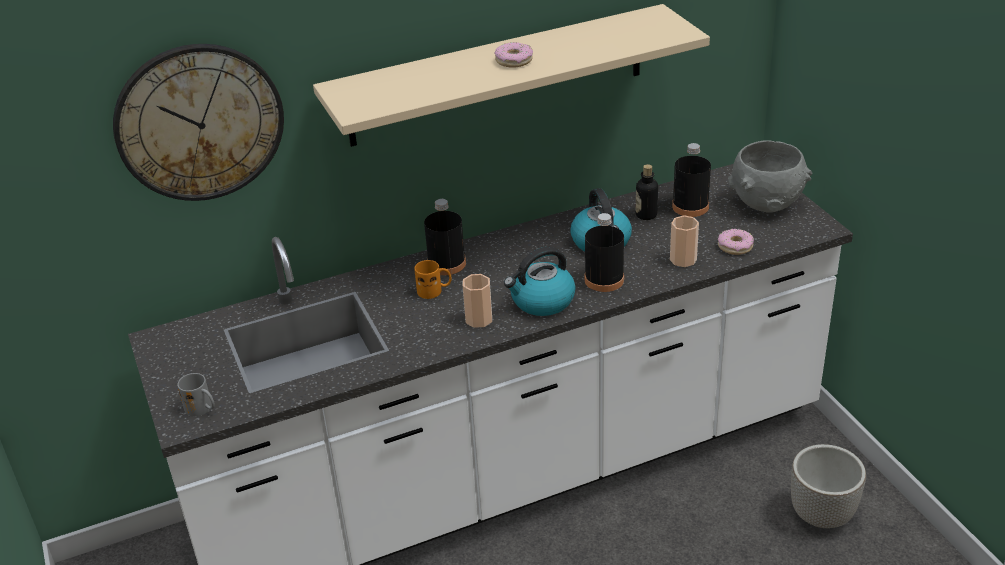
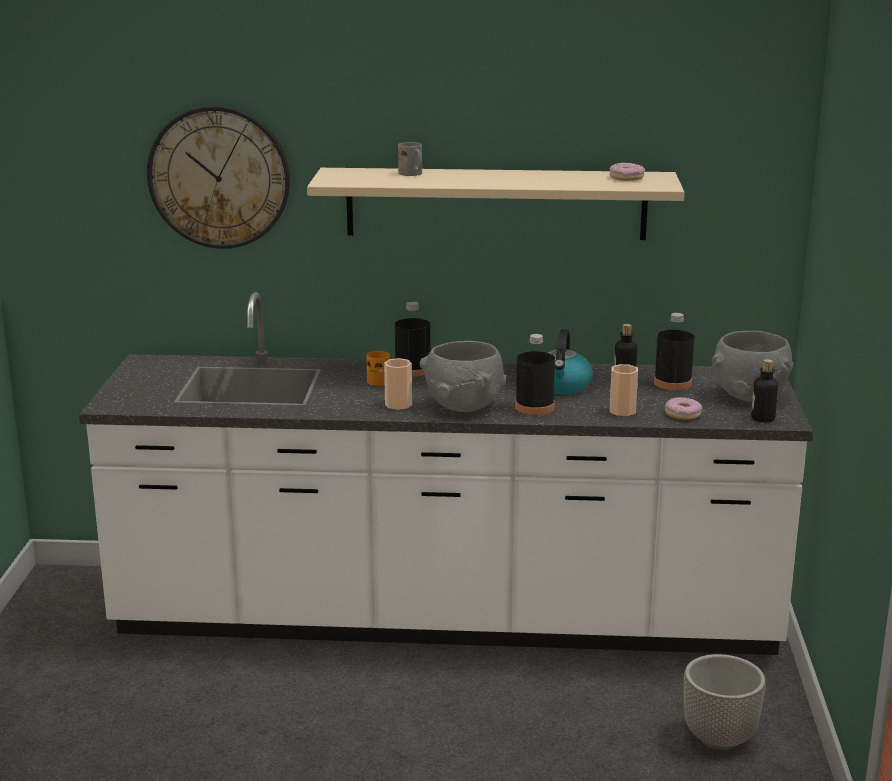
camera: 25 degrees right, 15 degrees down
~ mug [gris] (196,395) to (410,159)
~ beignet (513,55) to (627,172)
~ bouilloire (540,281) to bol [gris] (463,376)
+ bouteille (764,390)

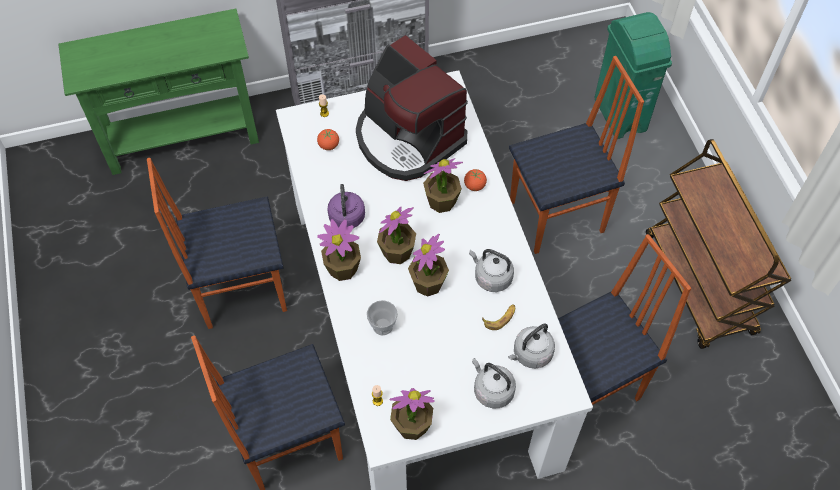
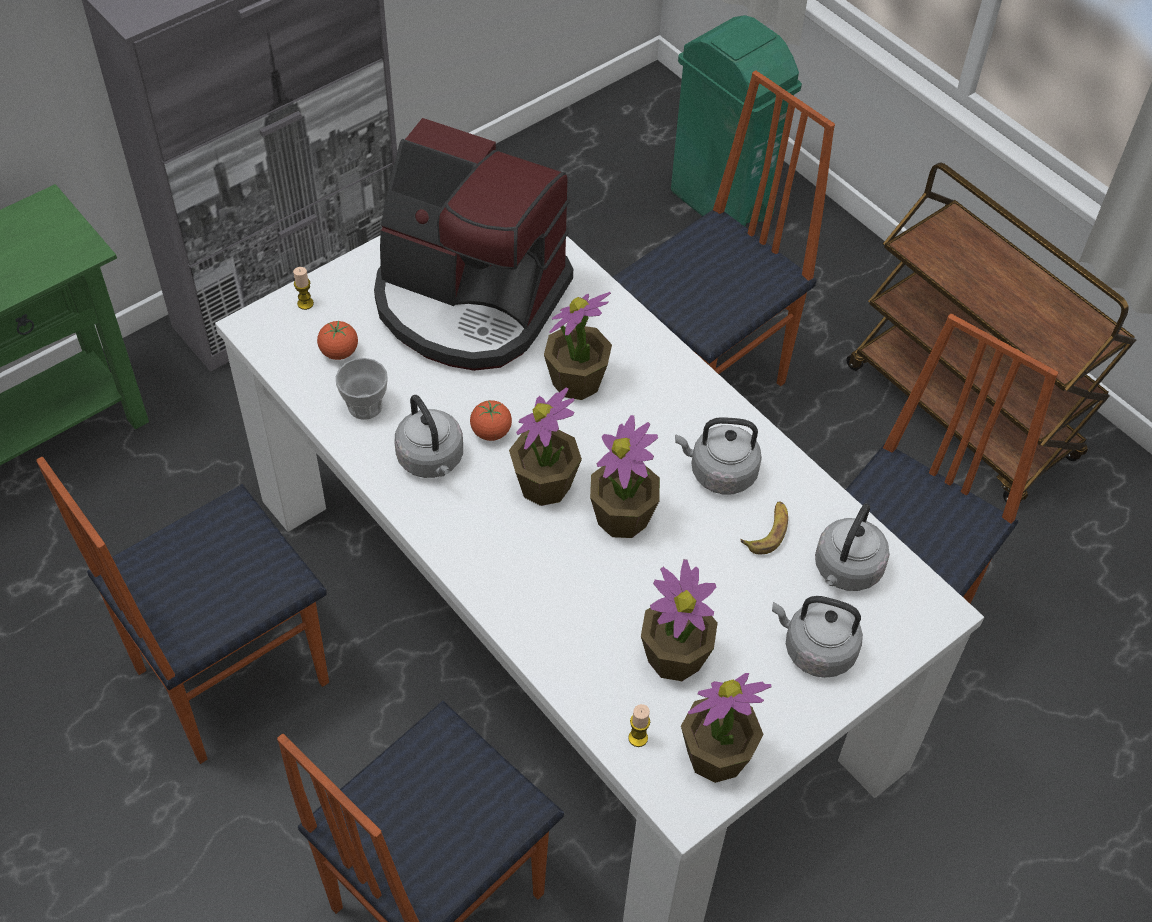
camera: 25 degrees left, 5 degrees down
~ plante en pot (339,250) to (679,620)
~ bouilloire [violet] (346,206) to bouilloire [gris] (428,436)
~ tasse (382,318) to (362,389)
~ tomate (475,180) to (491,420)

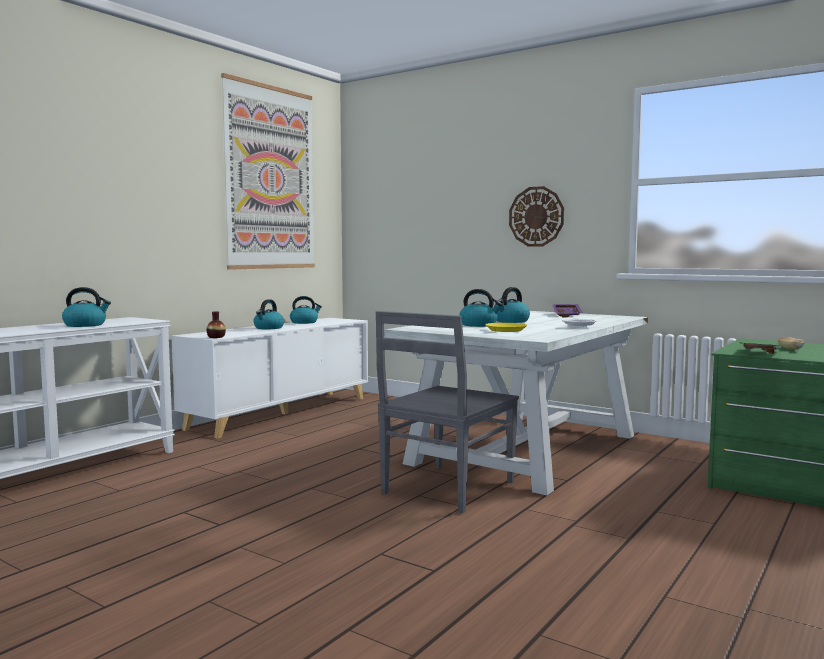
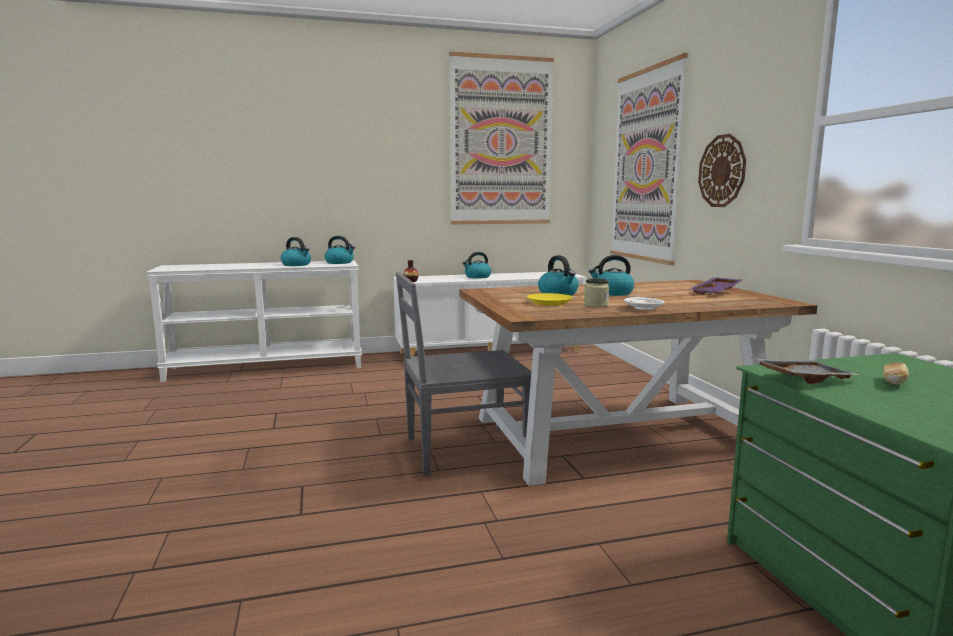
camera: 40 degrees right, 5 degrees up
~ bouilloire (306,310) to (340,250)
~ table à manger [blanc] (516,403) to table à manger [marron] (638,383)
+ bocal (596,292)
+ tableau (649,159)

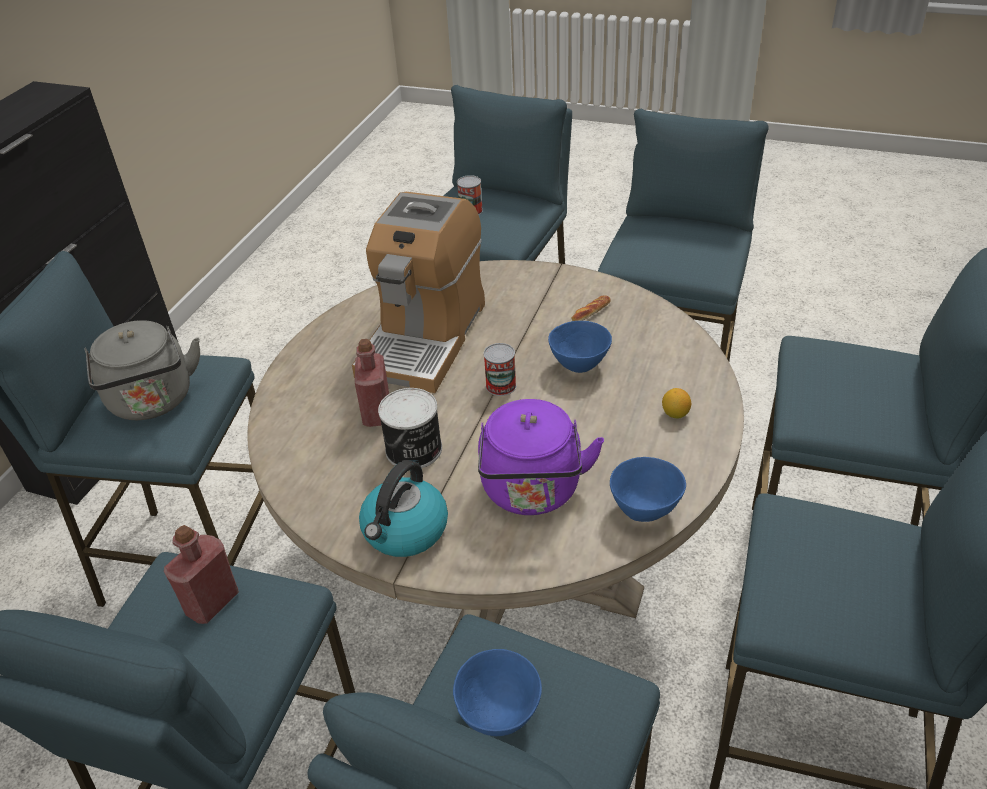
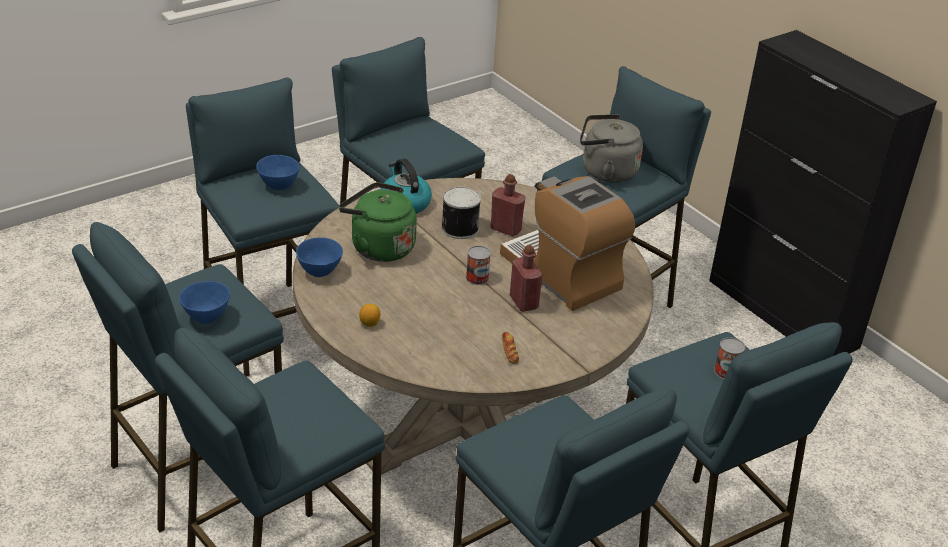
camera: 120 degrees right, 5 degrees down
~ bouteille [rouge] (201,574) to (526,278)
~ bouilloire [violet] (541,457) to bouilloire [vert] (378,222)
~ bol [bleu] (580,347) to (204,302)

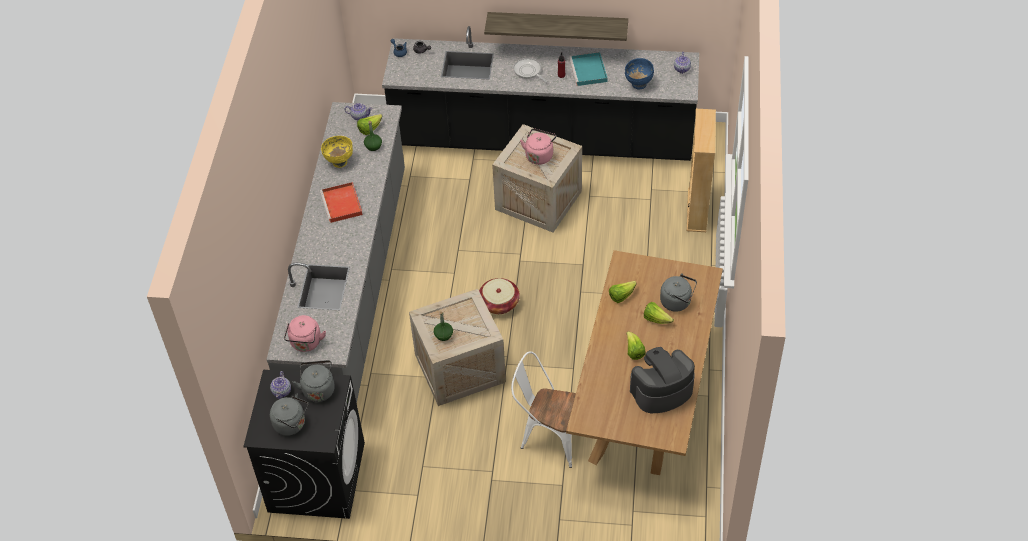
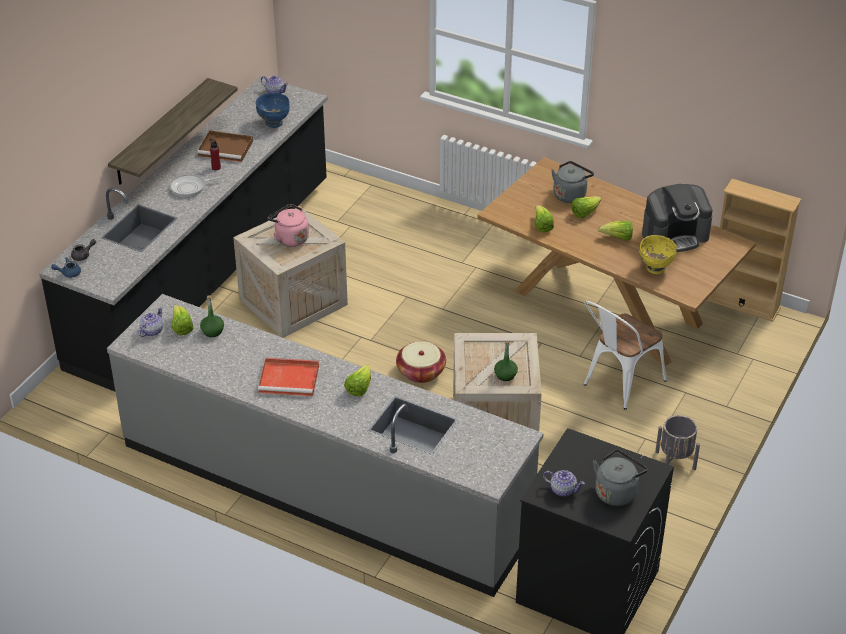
camera: 70 degrees left, 10 degrees down
- bouilloire [rose] (305,333)
- bouilloire [gris] (313,381)
~ bol [jaune] (337,152) to (658,254)
~ plateau [turquoise] (588,69) to plateau [marron] (225,146)
~ machine à café (662,380) = (677,218) 105 degrees counterclockwise
~ bibliothèque [beige] (701,170) to (754,250)
+ laitue (357,380)
+ cache-pot [gris] (677,442)

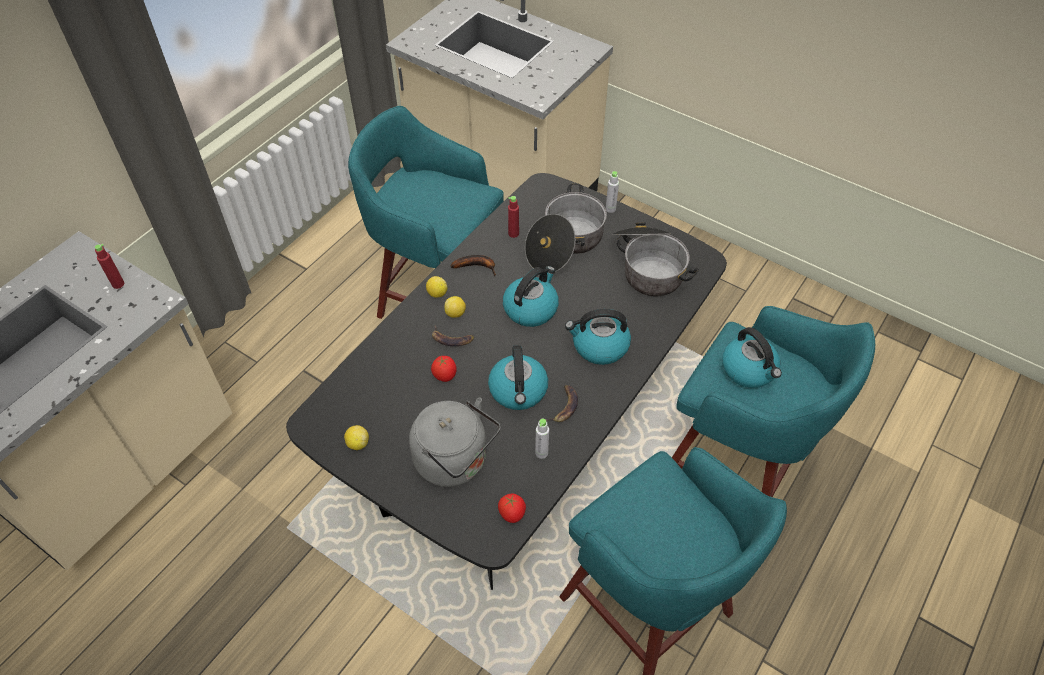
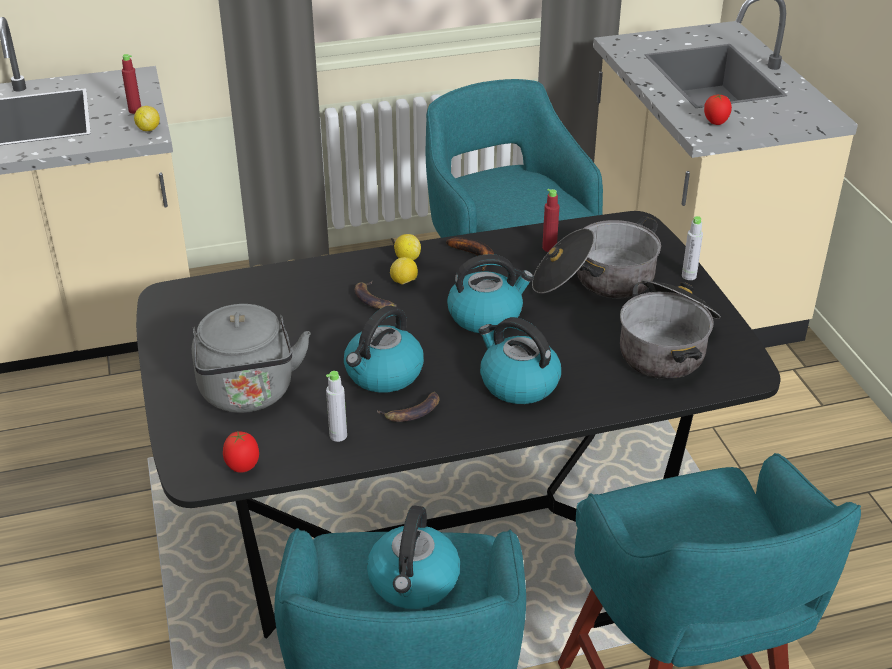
camera: 40 degrees right, 15 degrees down
~ citron (356,437) to (147,118)
~ tomate (444,369) to (718,109)
~ bouilloire (752,357) to (413,557)

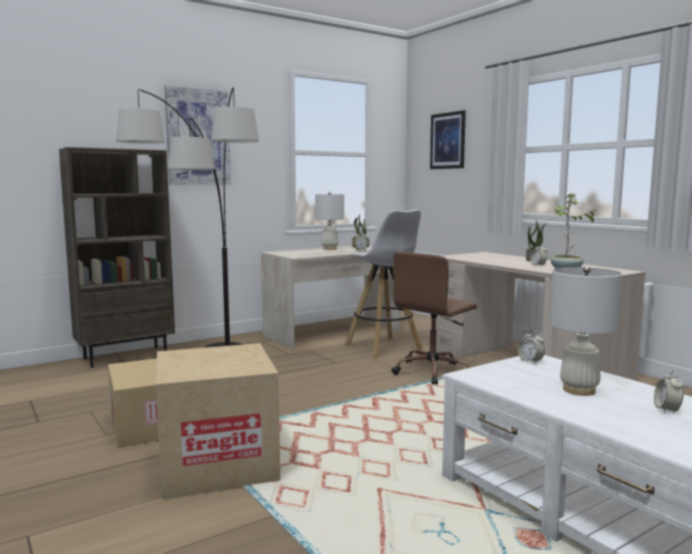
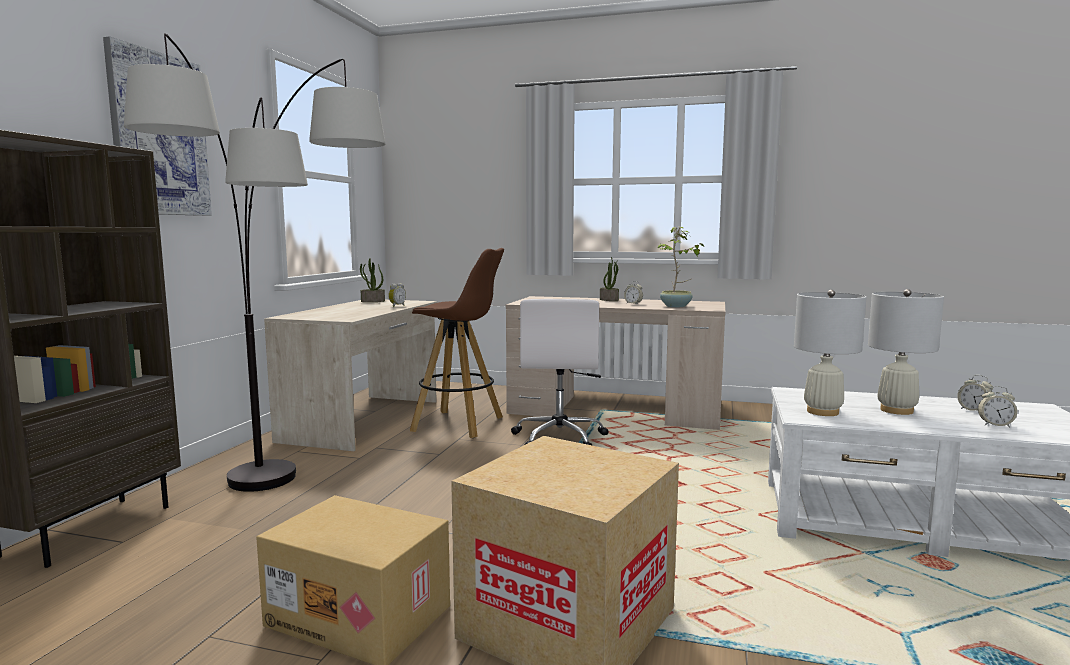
camera: 40 degrees left, 0 degrees up
~ lampe de table [blanc] (329,221) to (830,353)
~ tabouret [blanc] (384,283) to tabouret [marron] (457,343)
~ chaise de bureau [marron] (434,318) to chaise de bureau [blanc] (559,372)
- tableau (448,139)
~ réveil (531,346) to (997,406)

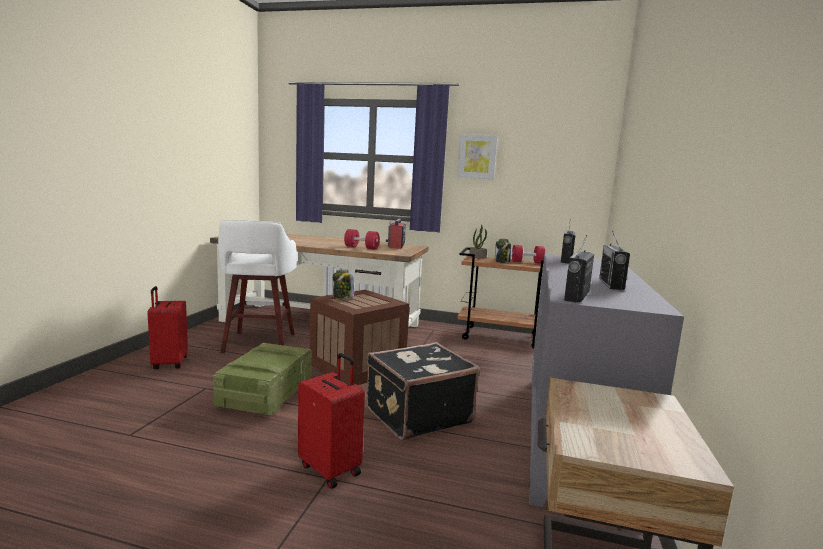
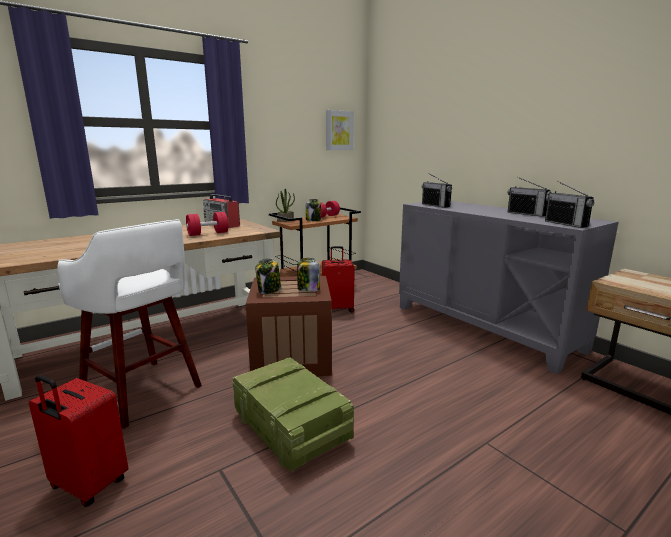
camera: 50 degrees left, 5 degrees up
~ valise [rouge] (331,421) to (338,279)
- valise [noir] (423,391)
~ tableau (477,156) to (340,130)
+ bocal (308,275)

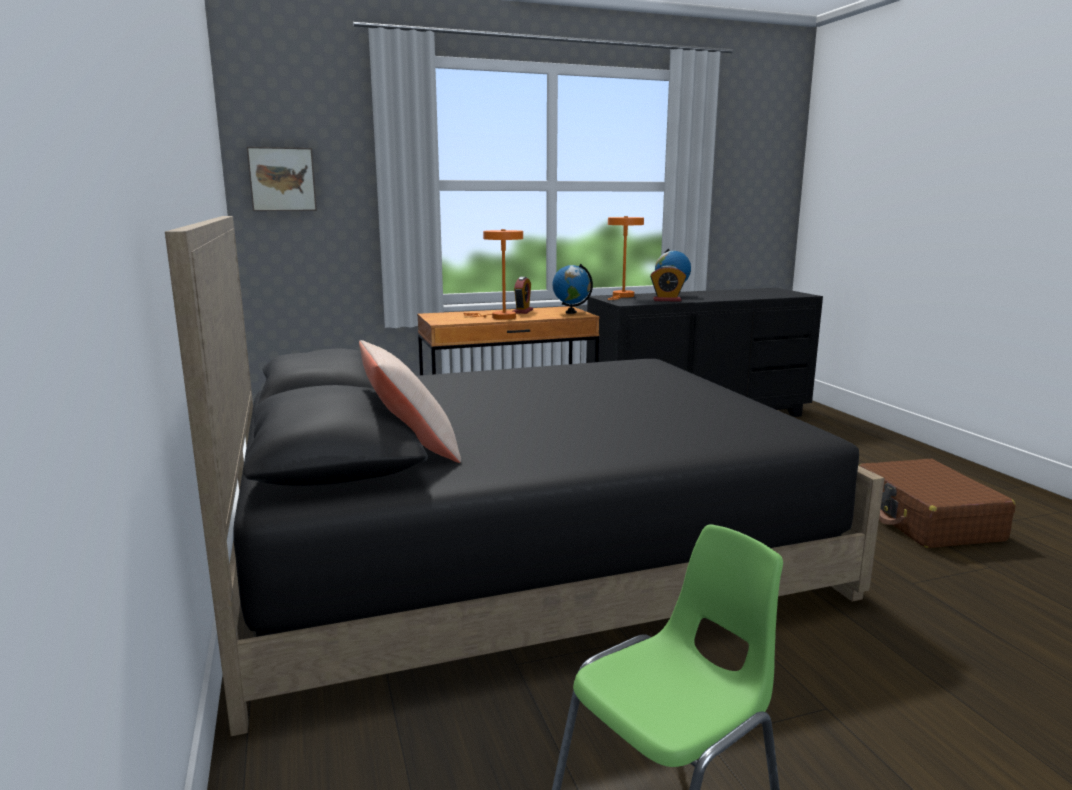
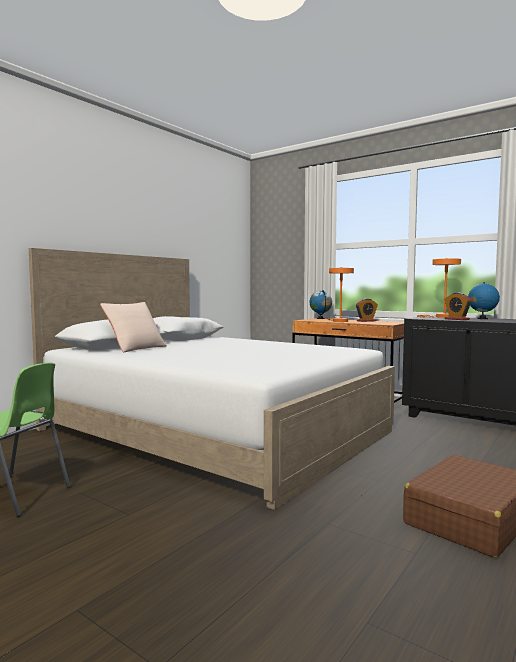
camera: 55 degrees right, 10 degrees down
~ lit [noir] (525,476) to lit [blanc] (212,379)
- tableau (282,179)
~ globe (572,289) to (321,304)

